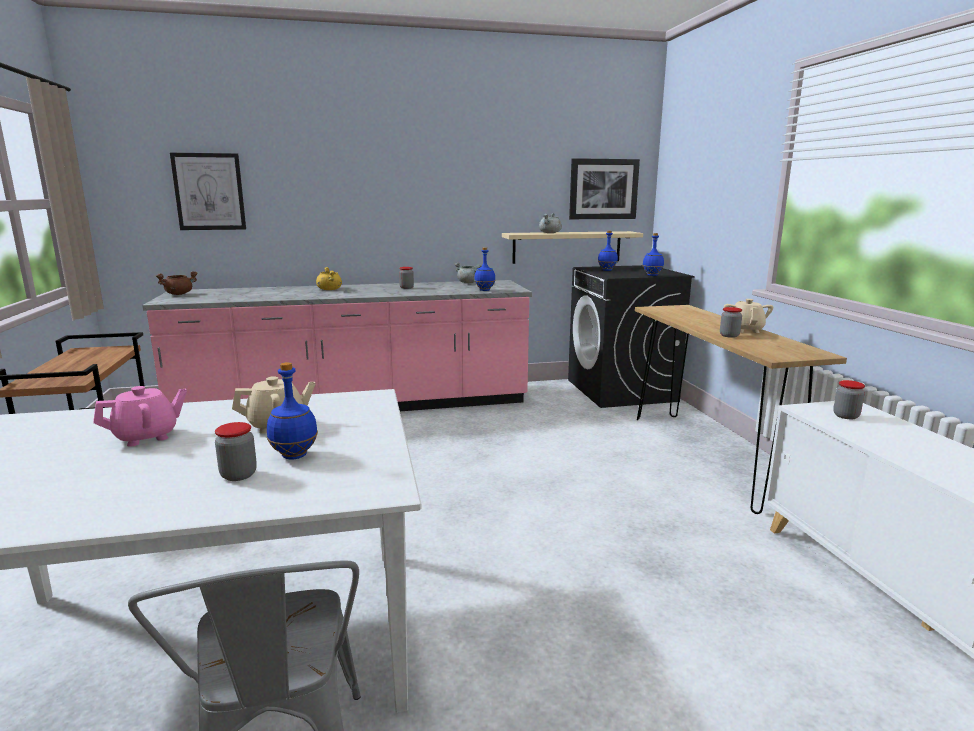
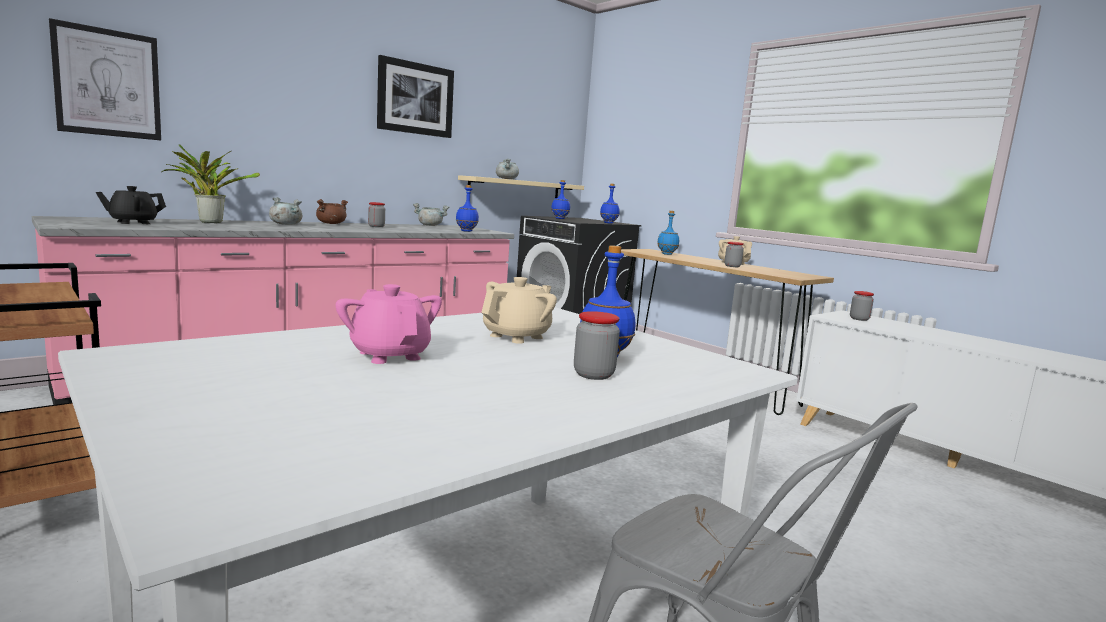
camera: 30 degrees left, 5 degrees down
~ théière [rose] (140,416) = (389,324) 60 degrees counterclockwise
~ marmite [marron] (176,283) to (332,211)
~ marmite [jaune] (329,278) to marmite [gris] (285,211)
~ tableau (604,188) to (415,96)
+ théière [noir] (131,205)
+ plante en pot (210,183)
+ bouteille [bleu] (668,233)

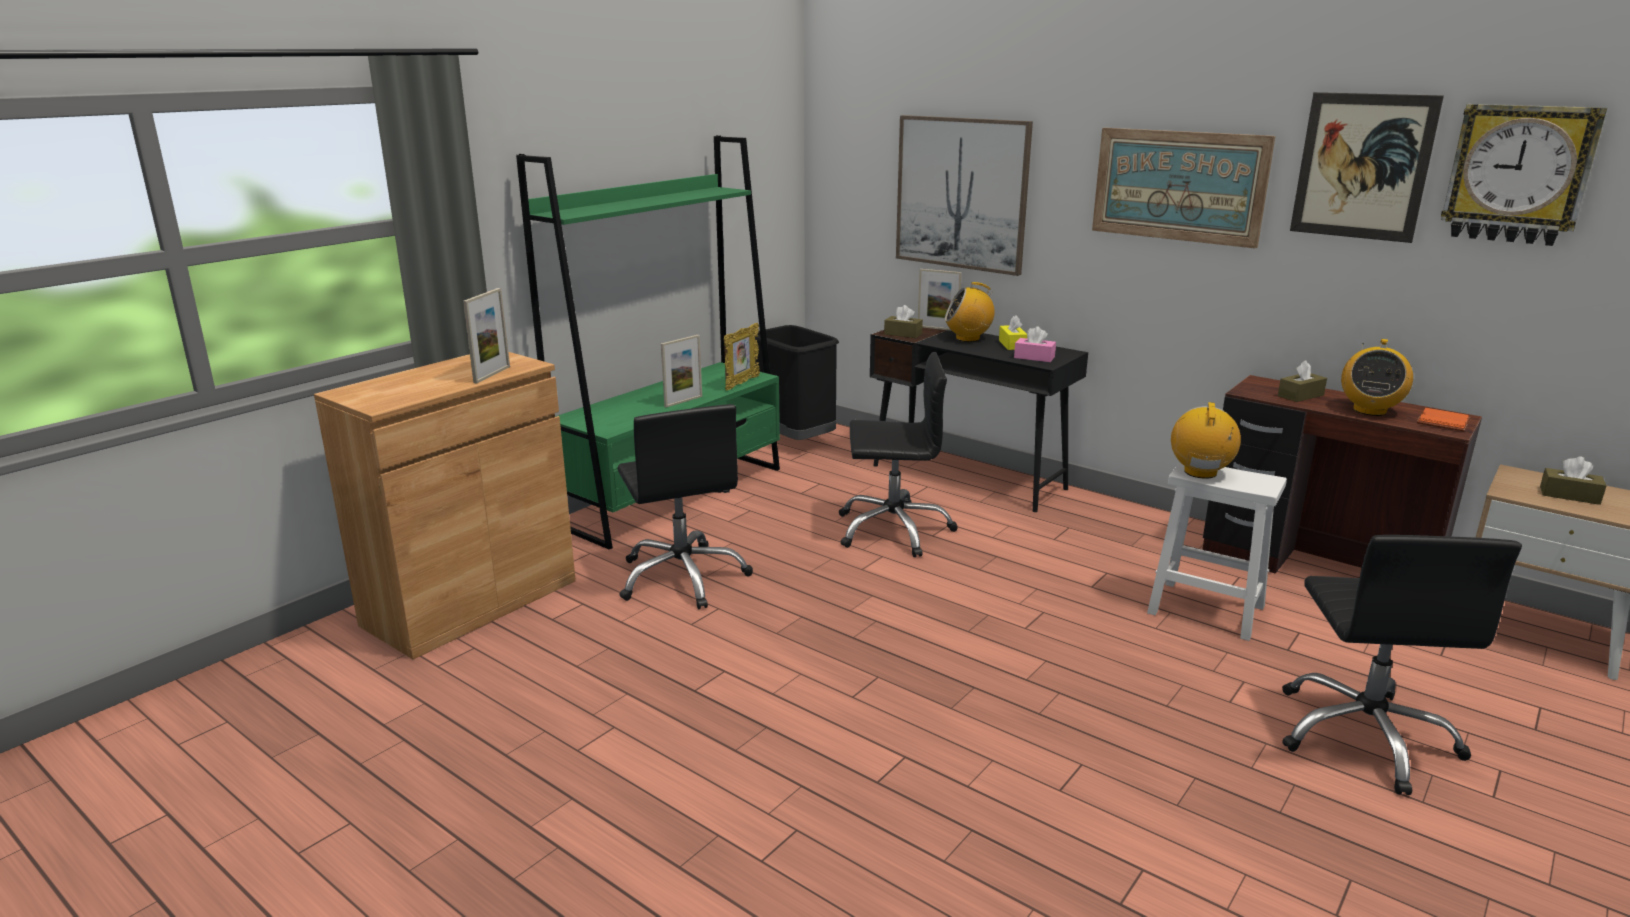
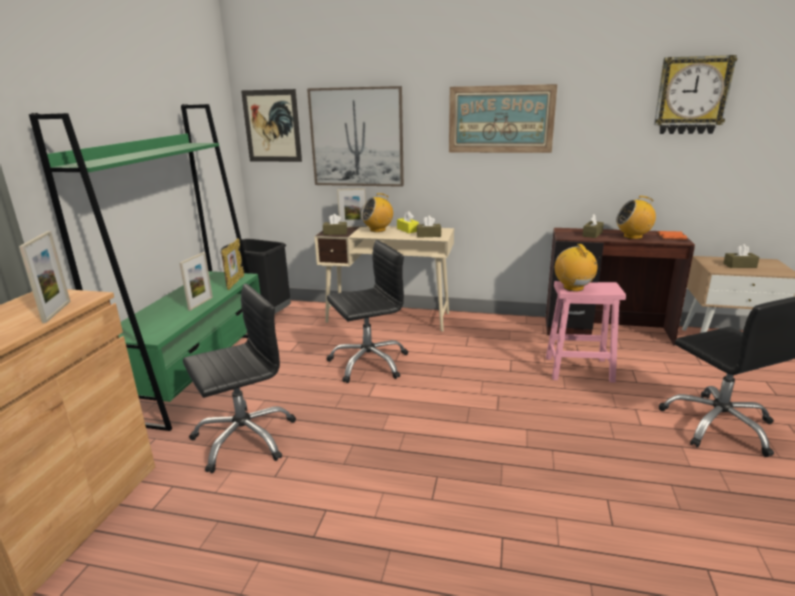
camera: 25 degrees left, 0 degrees up
~ chaise de bureau [noir] (685,506) = (239,378) 75 degrees counterclockwise
~ bureau [noir] (979,420) to bureau [beige] (384,279)
~ boîte à mouchoirs [rose] (1035,344) to boîte à mouchoirs [marron] (429,227)
~ tabouret [blanc] (1217,551) to tabouret [rose] (586,332)
~ tableau (1367,167) to (271,125)
~ radio (1377,377) = (636,217) 90 degrees clockwise

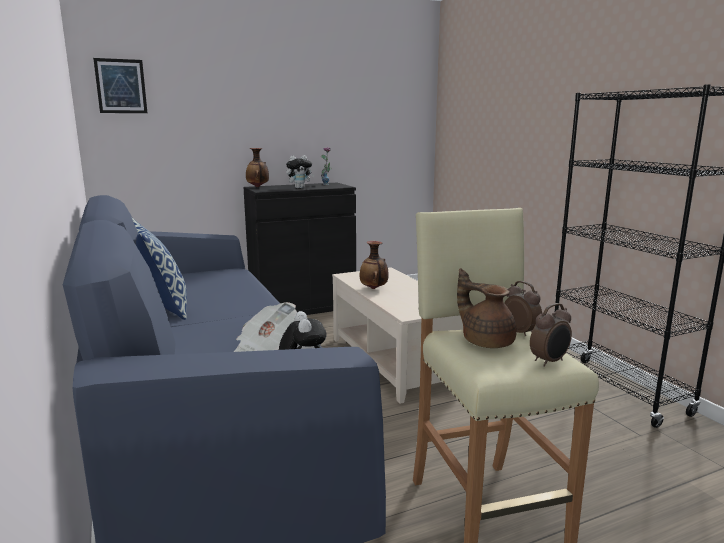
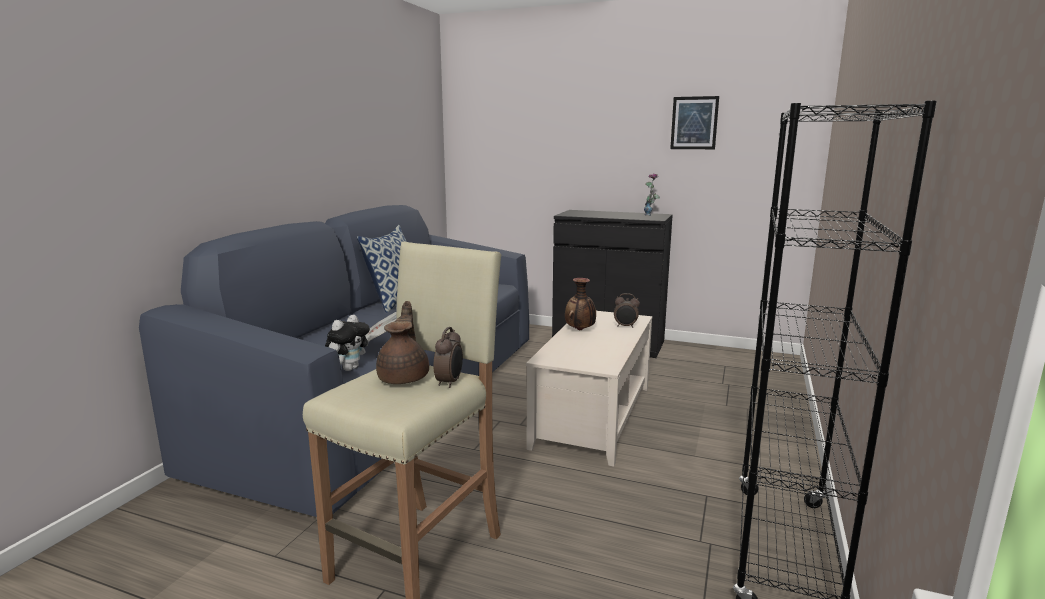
camera: 45 degrees right, 0 degrees up
~ tableau (120,85) to (694,122)
- vase (257,167)
- peluche (300,171)
~ réveil (551,335) to (627,310)

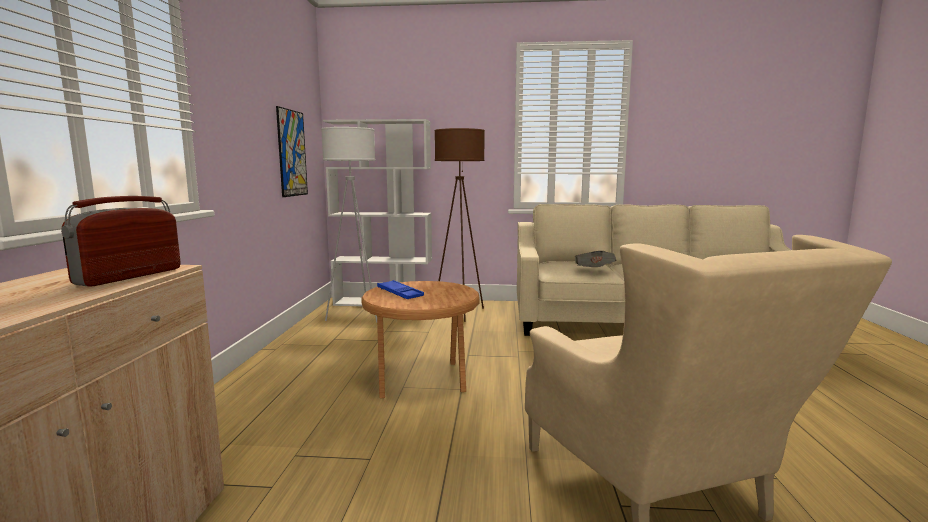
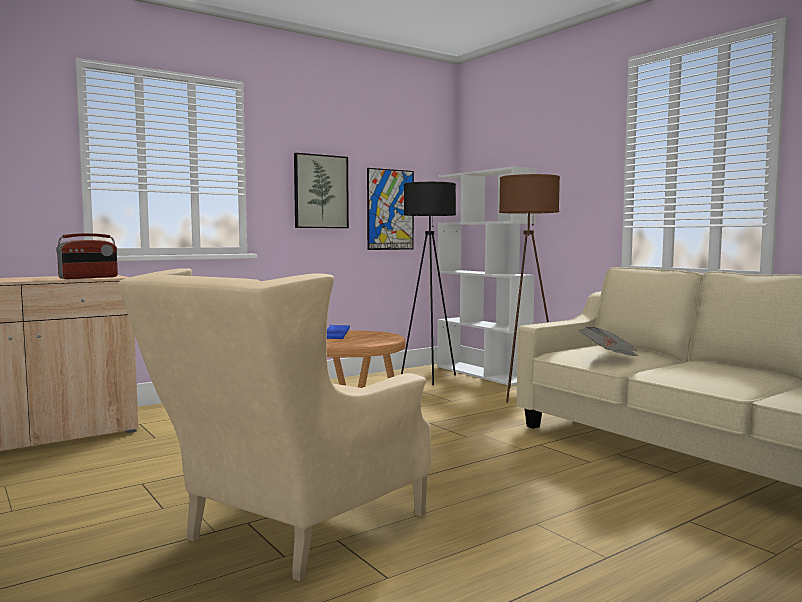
camera: 50 degrees right, 5 degrees down
~ radio (121,241) = (87,256) 150 degrees clockwise
~ lampadaire [blanc] (349,225) to lampadaire [noir] (428,283)
+ tableau (321,190)

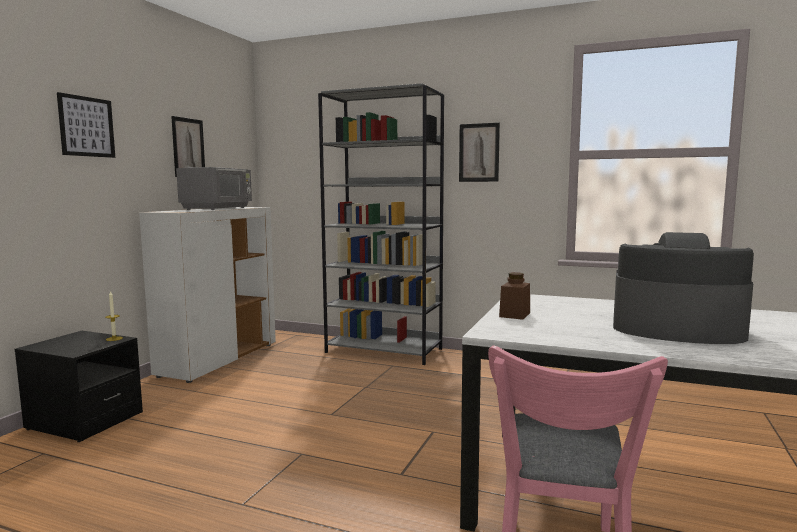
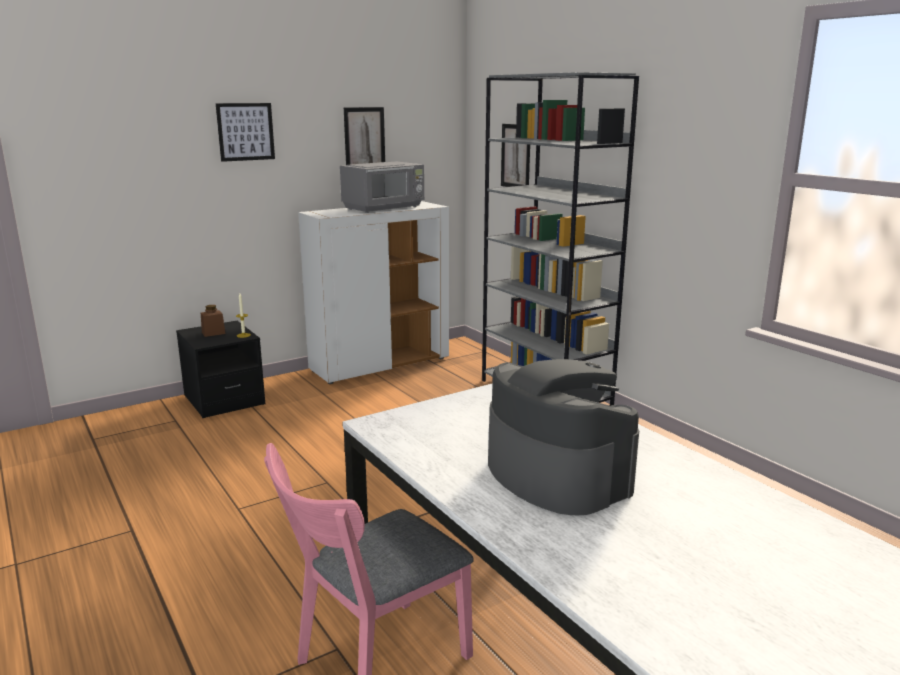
camera: 35 degrees right, 10 degrees up
~ tableau (479,152) to (515,155)
~ bocal [marron] (514,296) to (213,321)

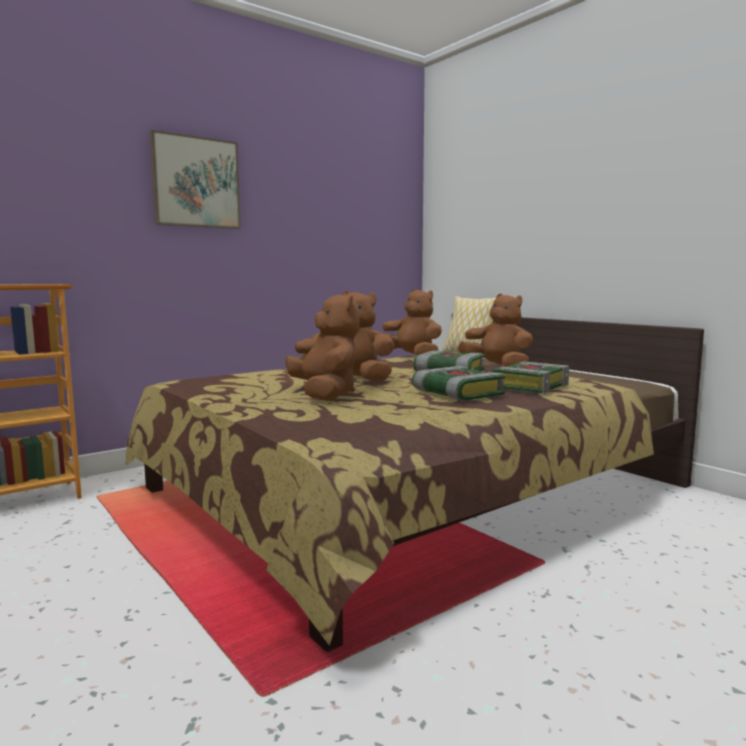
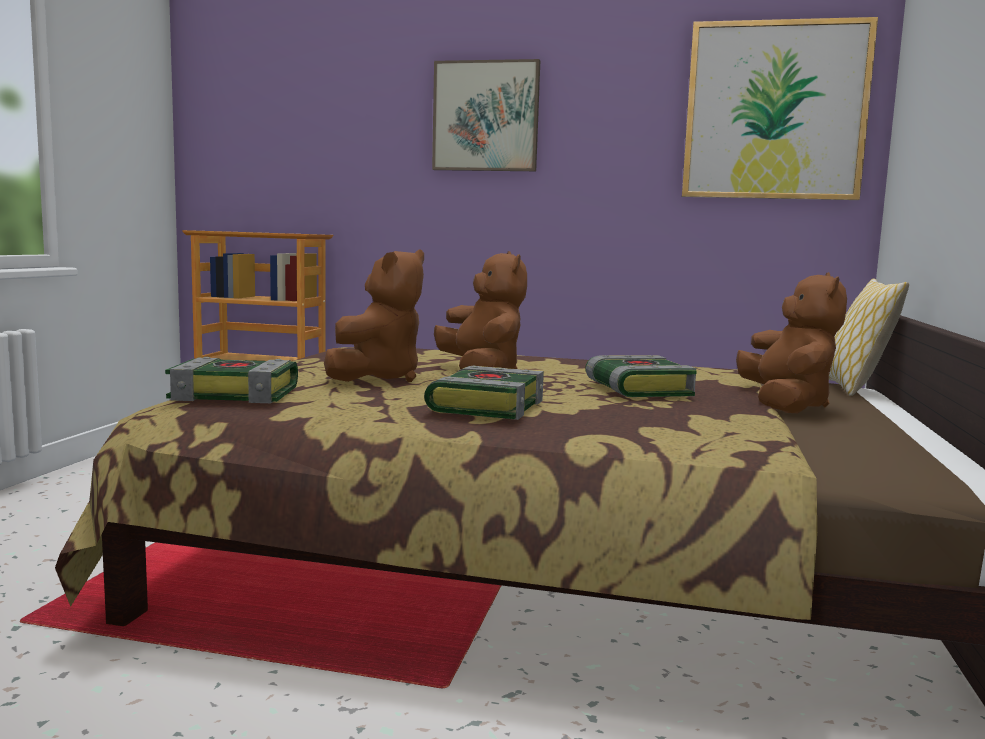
camera: 50 degrees right, 0 degrees up
- peluche [marron] (412,322)
~ livre (530,377) to (231,380)
+ tableau (780,108)

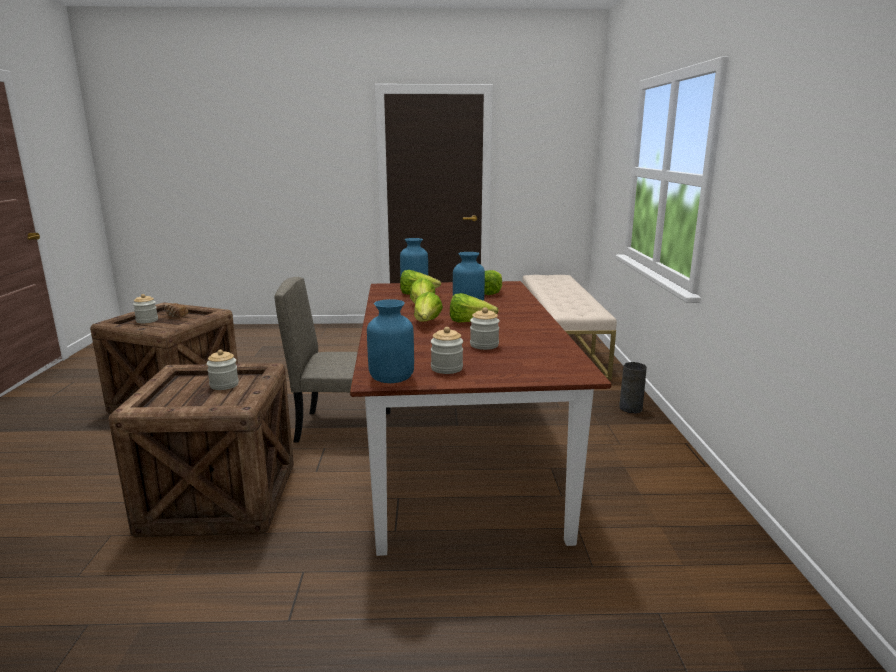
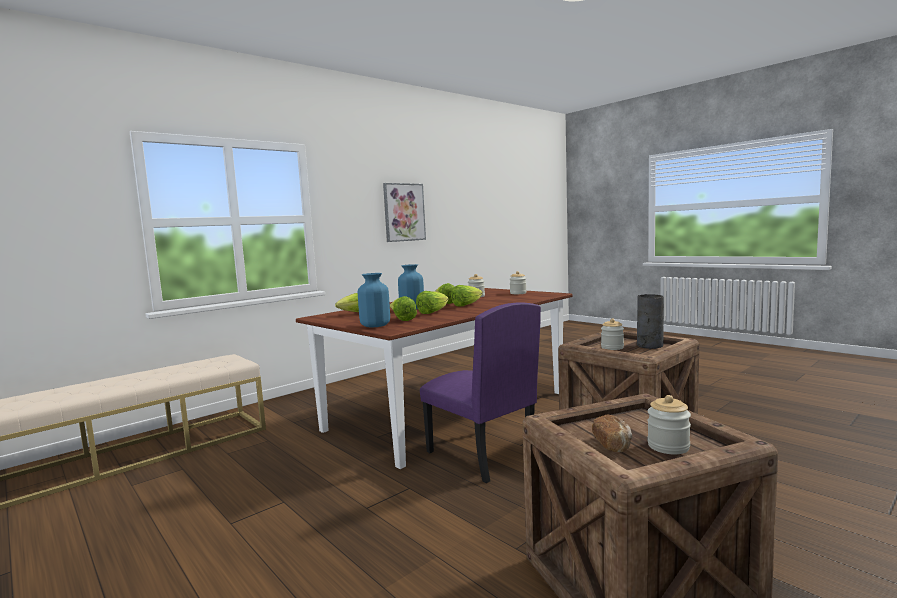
camera: 130 degrees left, 10 degrees down
~ chaise [beige] (332,359) to chaise [violet] (480,392)
- vase [bleu] (390,341)
~ vase [gris] (633,388) to (650,321)
+ tableau (404,212)

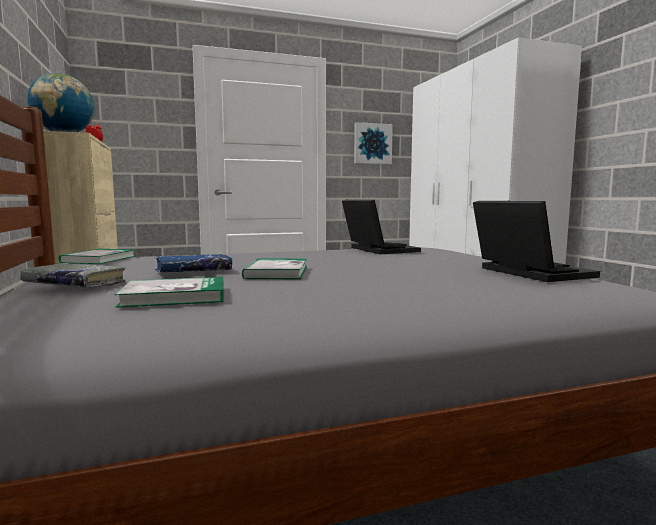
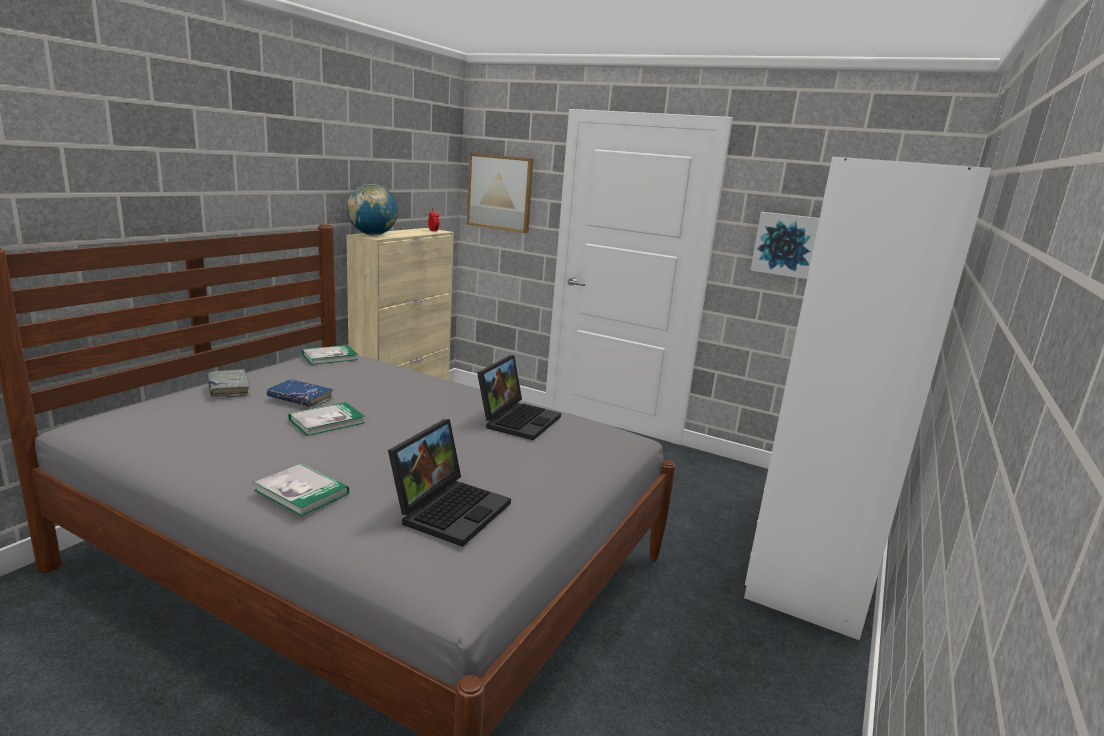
camera: 45 degrees right, 10 degrees up
~ livre (169,292) to (301,489)
+ tableau (500,193)

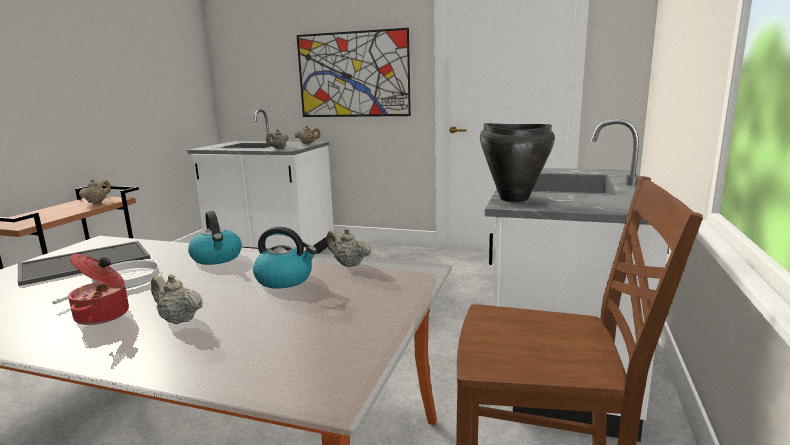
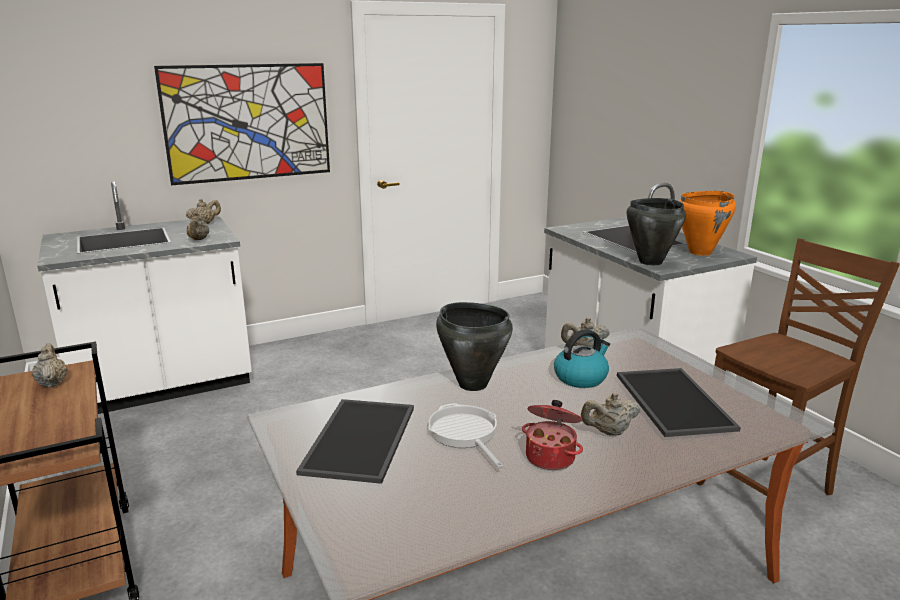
camera: 45 degrees left, 5 degrees up
~ bouilloire (215,238) to marmite [noir] (474,346)
+ plateau (679,402)
+ marmite [orange] (707,223)

